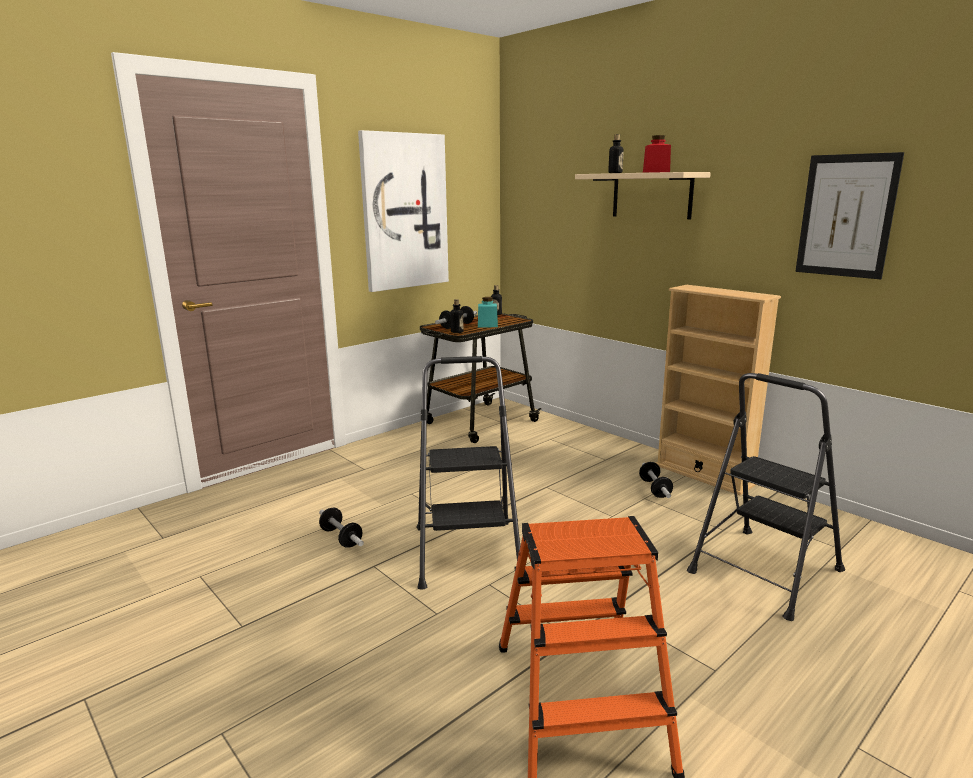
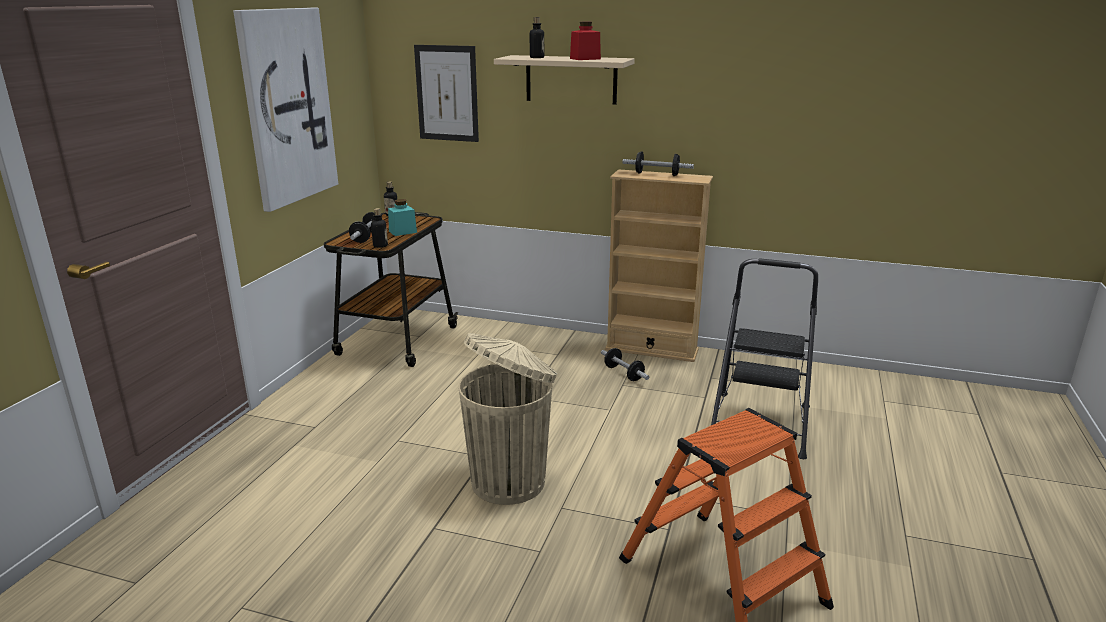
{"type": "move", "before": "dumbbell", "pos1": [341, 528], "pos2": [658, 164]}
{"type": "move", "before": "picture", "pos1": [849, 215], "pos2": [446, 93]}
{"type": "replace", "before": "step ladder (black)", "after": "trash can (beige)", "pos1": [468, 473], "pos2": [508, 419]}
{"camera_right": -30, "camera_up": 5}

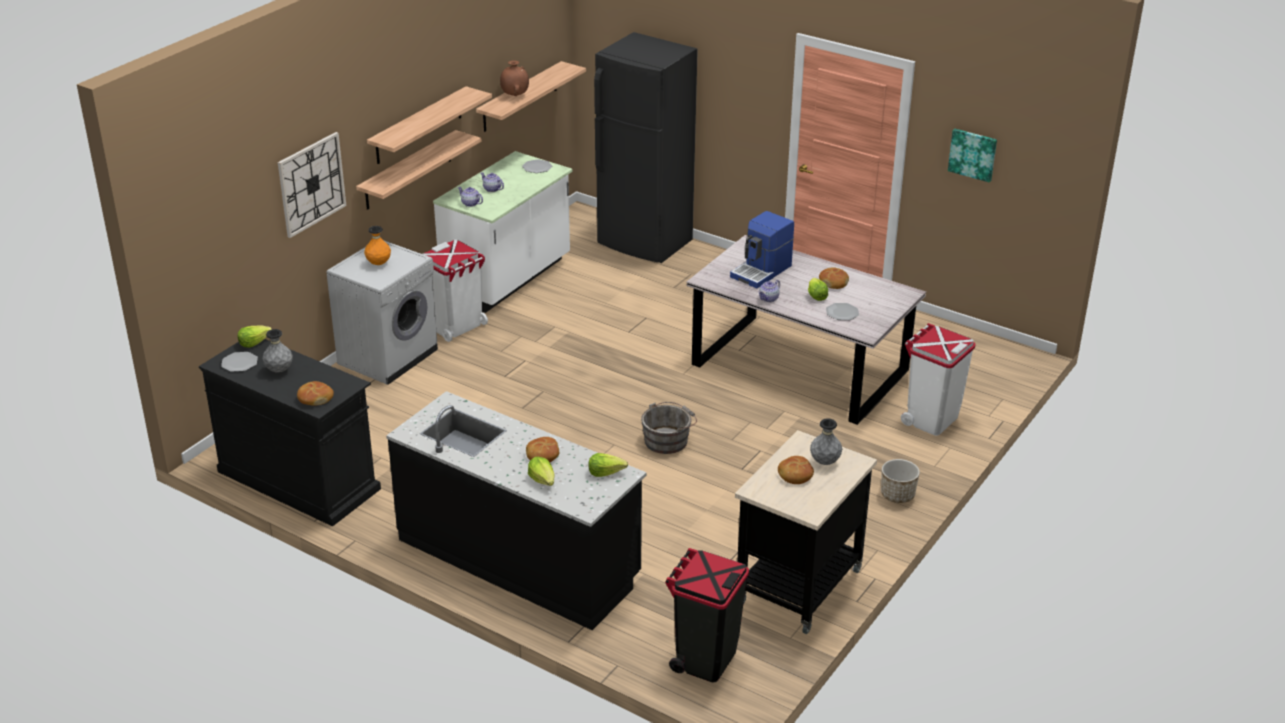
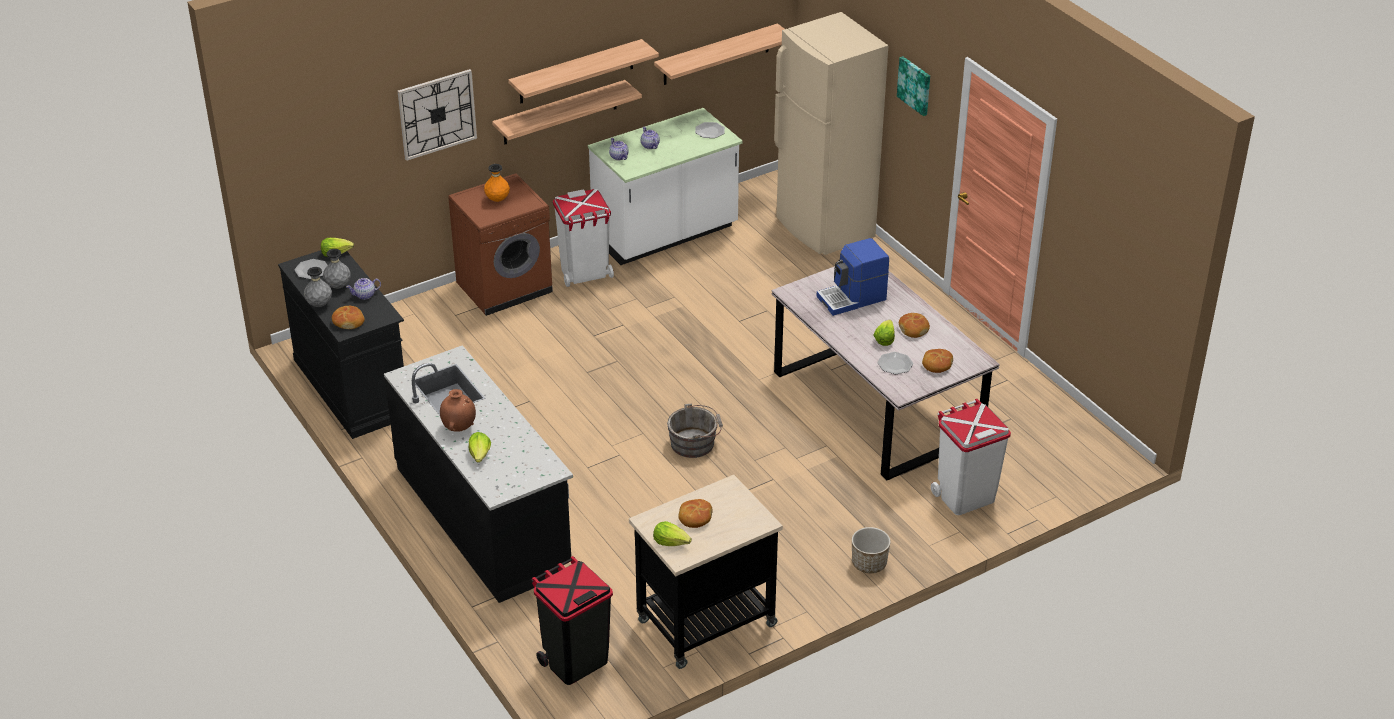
{"type": "move", "before": "vase (brown)", "pos1": [514, 78], "pos2": [458, 410]}
{"type": "move", "before": "bread", "pos1": [543, 449], "pos2": [937, 361]}
{"type": "move", "before": "lettuce", "pos1": [608, 465], "pos2": [672, 533]}
{"type": "move", "before": "teapot", "pos1": [769, 291], "pos2": [363, 289]}
{"type": "move", "before": "vase (grey)", "pos1": [826, 441], "pos2": [318, 287]}
{"type": "move", "before": "picture", "pos1": [972, 155], "pos2": [913, 86]}
{"type": "recolor", "before": "washing machine (white)", "after": "washing machine (brown)", "pos1": [382, 312], "pos2": [500, 245]}
{"type": "recolor", "before": "fridge (black)", "after": "fridge (beige)", "pos1": [646, 147], "pos2": [831, 133]}
{"camera_right": 25, "camera_up": 5}

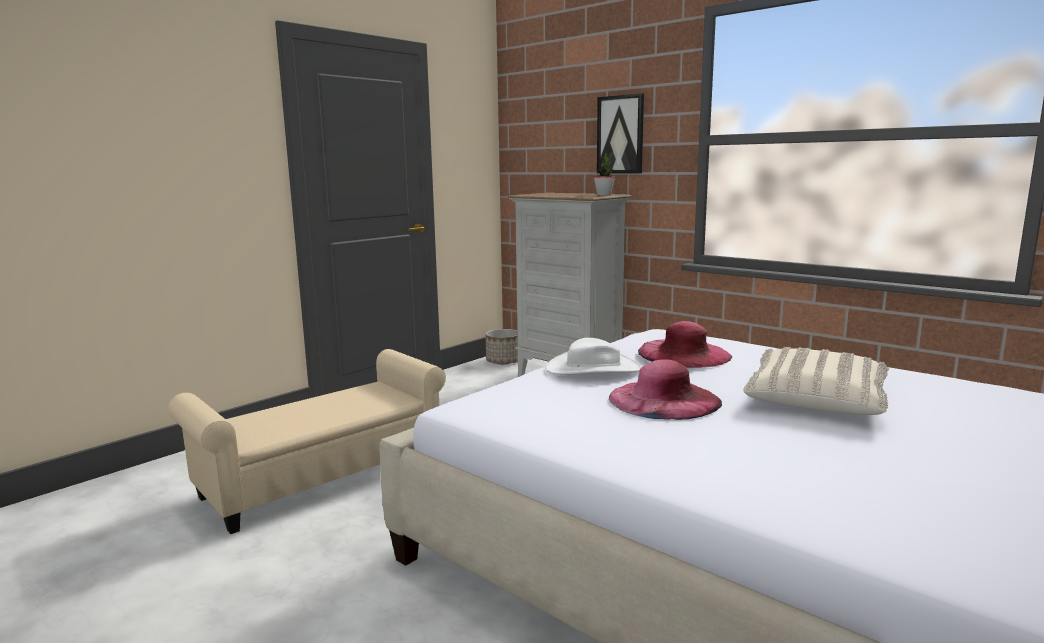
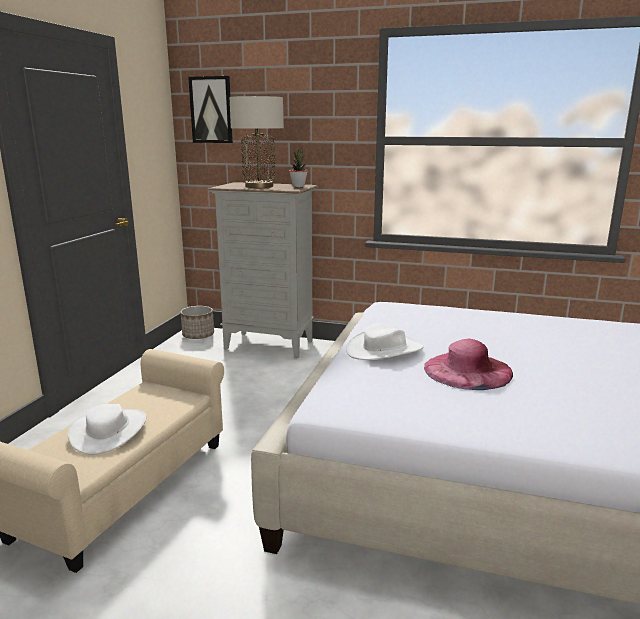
{"type": "delete", "before": "hat (pink)", "pos1": [685, 344]}
{"type": "delete", "before": "pillow (beige)", "pos1": [816, 381]}
{"type": "insert", "after": "hat (white)", "pos2": [107, 429]}
{"type": "insert", "after": "table lamp", "pos2": [257, 142]}
{"type": "move", "before": "picture", "pos1": [620, 133], "pos2": [210, 109]}
{"camera_right": -25, "camera_up": 5}

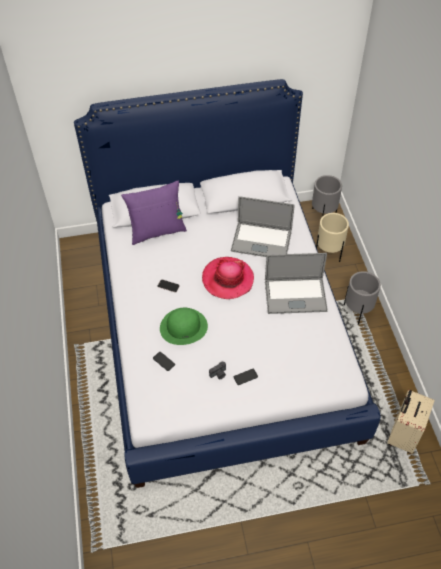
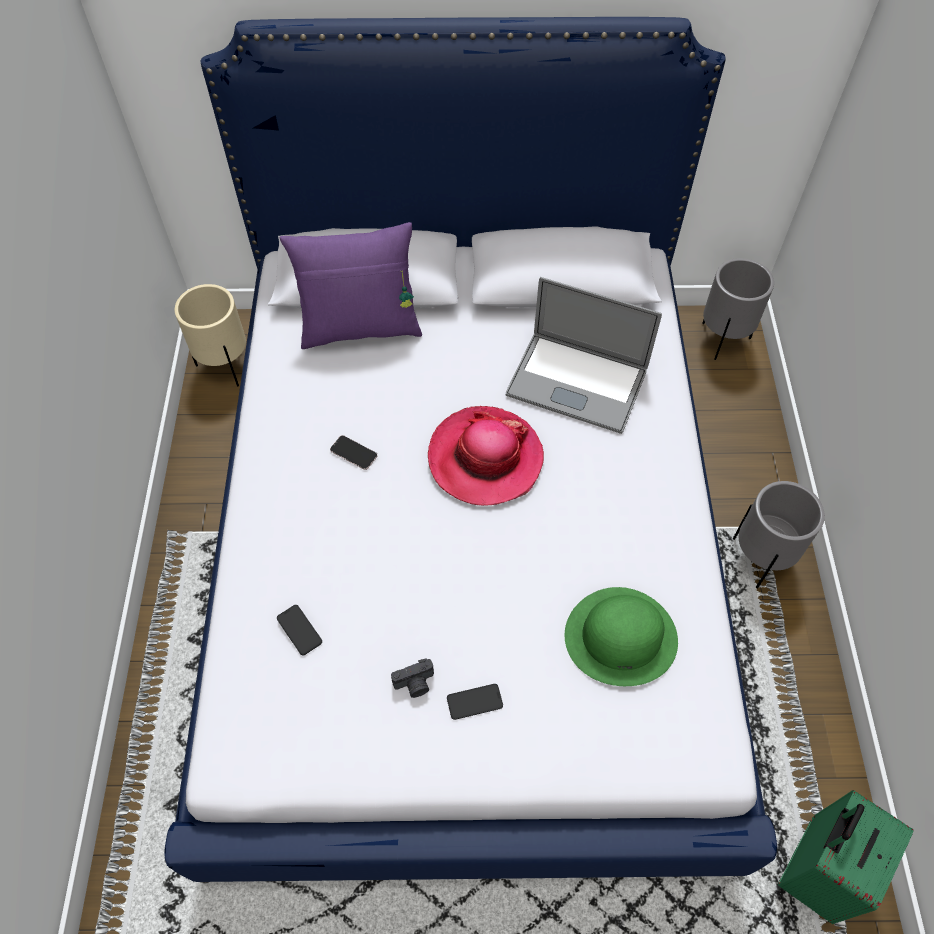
{"type": "delete", "before": "laptop", "pos1": [296, 283]}
{"type": "move", "before": "hat (green)", "pos1": [184, 326], "pos2": [621, 636]}
{"type": "move", "before": "planter (beige)", "pos1": [332, 237], "pos2": [210, 335]}
{"type": "recolor", "before": "suitcase (beige)", "after": "suitcase (green)", "pos1": [410, 421], "pos2": [846, 857]}
{"camera_right": 10, "camera_up": 5}

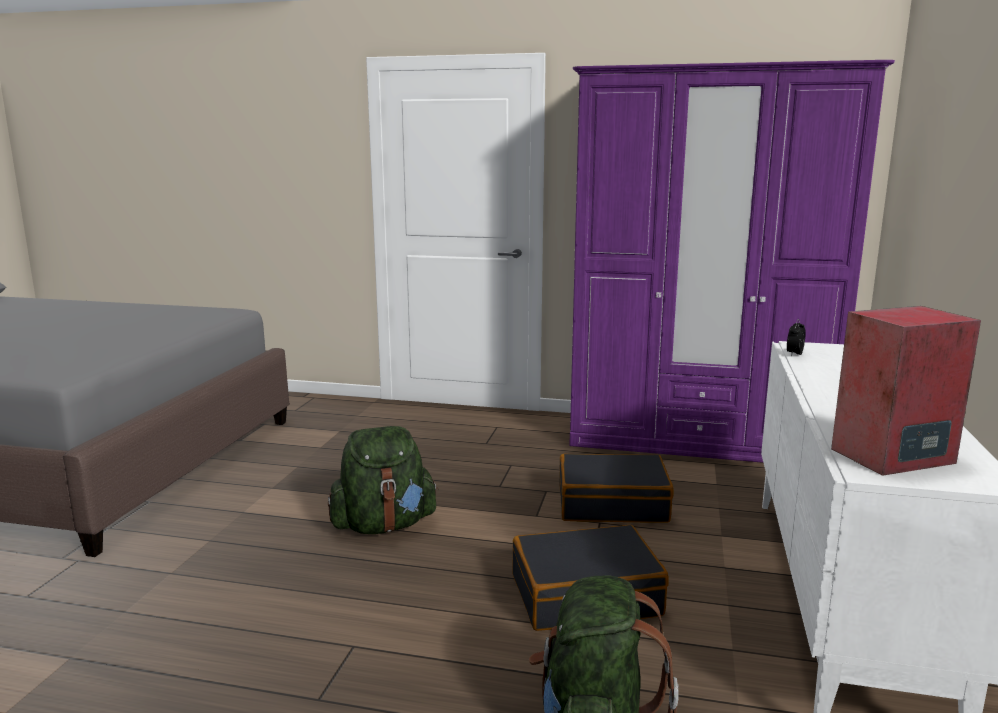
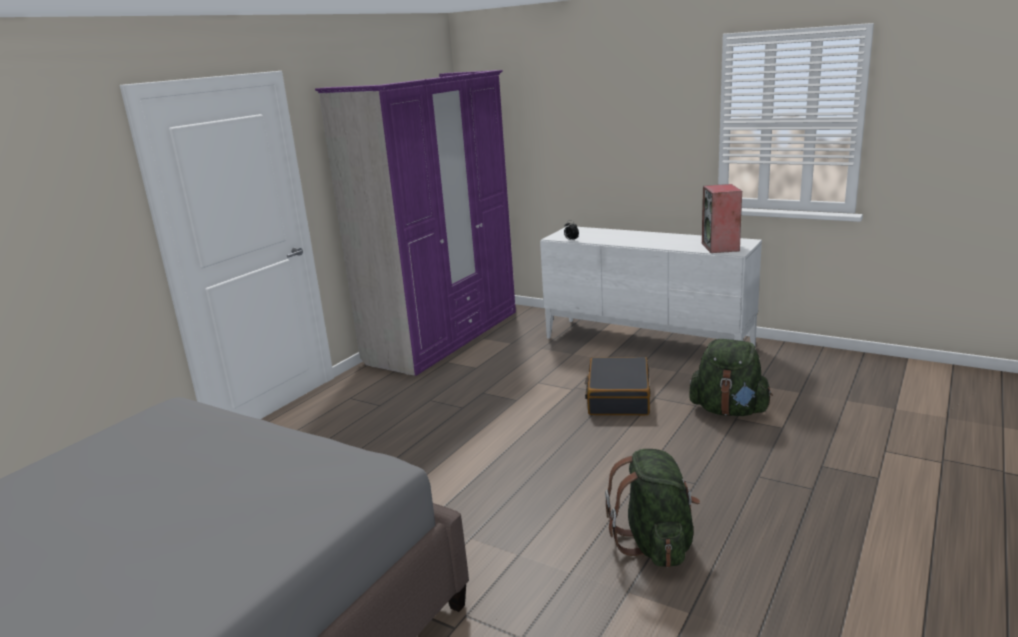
{"type": "delete", "before": "suitcase (black)", "pos1": [616, 488]}
{"type": "move", "before": "backpack (green)", "pos1": [383, 480], "pos2": [652, 508]}
{"camera_right": -70, "camera_up": 5}

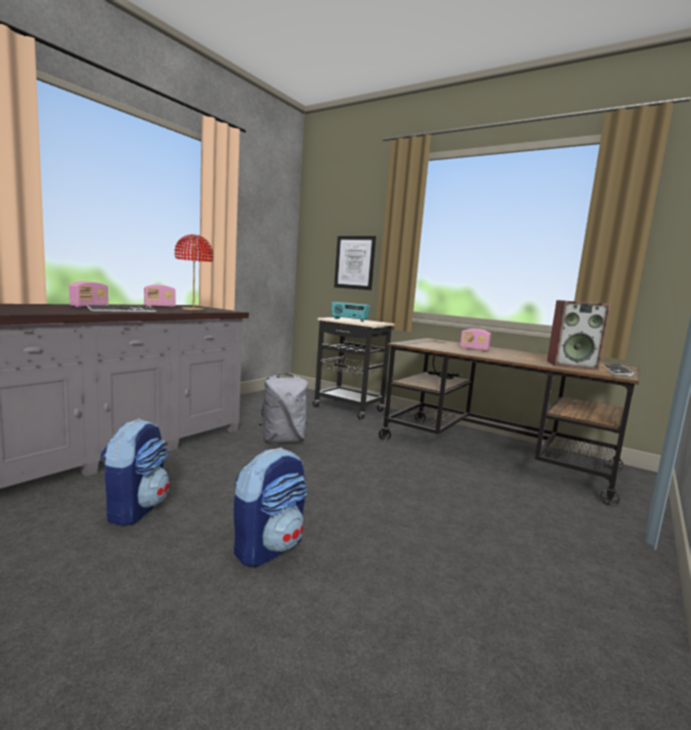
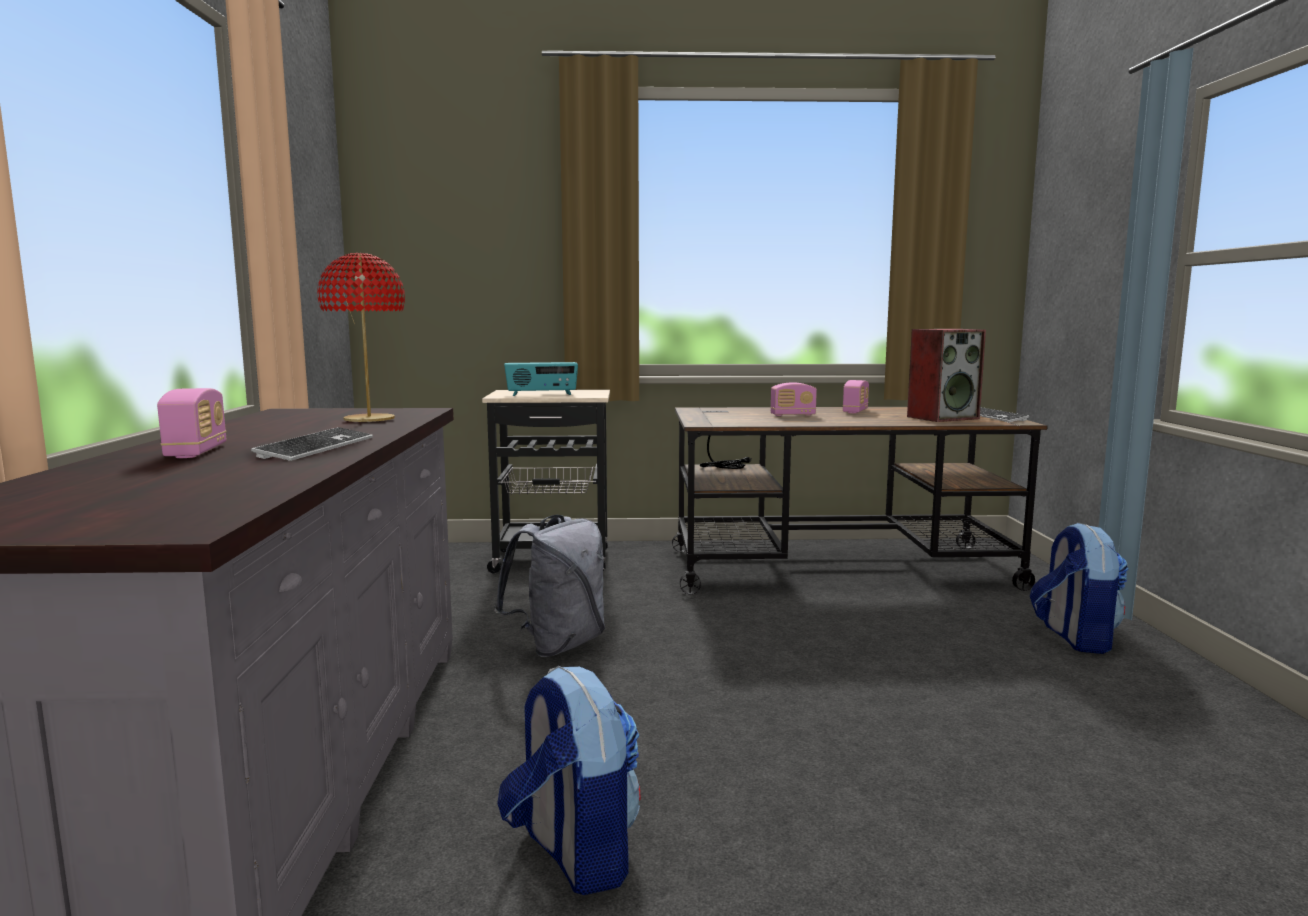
{"type": "delete", "before": "picture", "pos1": [355, 263]}
{"type": "move", "before": "radio", "pos1": [160, 296], "pos2": [856, 396]}
{"type": "move", "before": "backpack", "pos1": [270, 507], "pos2": [1079, 588]}
{"camera_right": -35, "camera_up": 0}

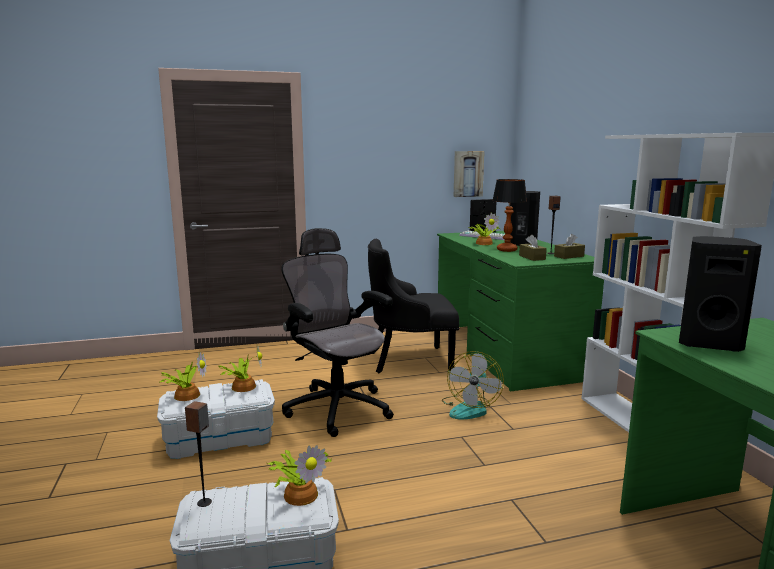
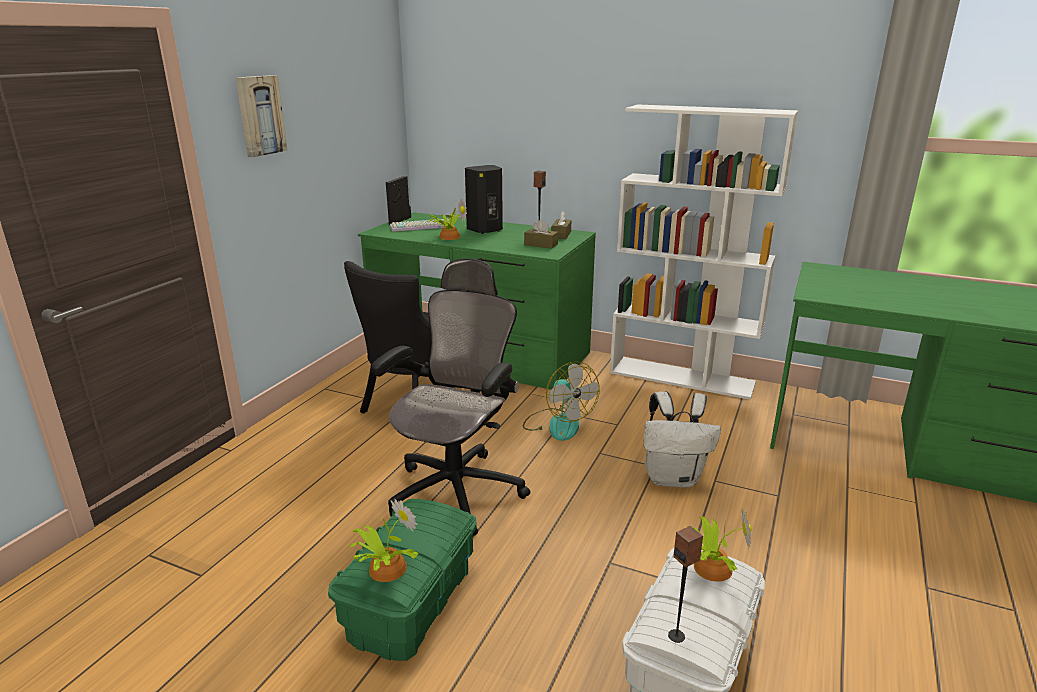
{"type": "delete", "before": "potted plant", "pos1": [240, 368]}
{"type": "delete", "before": "table lamp", "pos1": [509, 215]}
{"type": "delete", "before": "speaker (black)", "pos1": [720, 294]}
{"type": "insert", "after": "backpack (white)", "pos2": [682, 439]}
{"type": "move", "before": "picture", "pos1": [468, 174], "pos2": [261, 116]}
{"type": "recolor", "before": "storage box (white)", "after": "storage box (green)", "pos1": [216, 419], "pos2": [402, 580]}
{"type": "rotate", "before": "office chair", "pos1": [337, 332], "pos2": [451, 397], "turn": 105}
{"camera_right": -50, "camera_up": 10}

